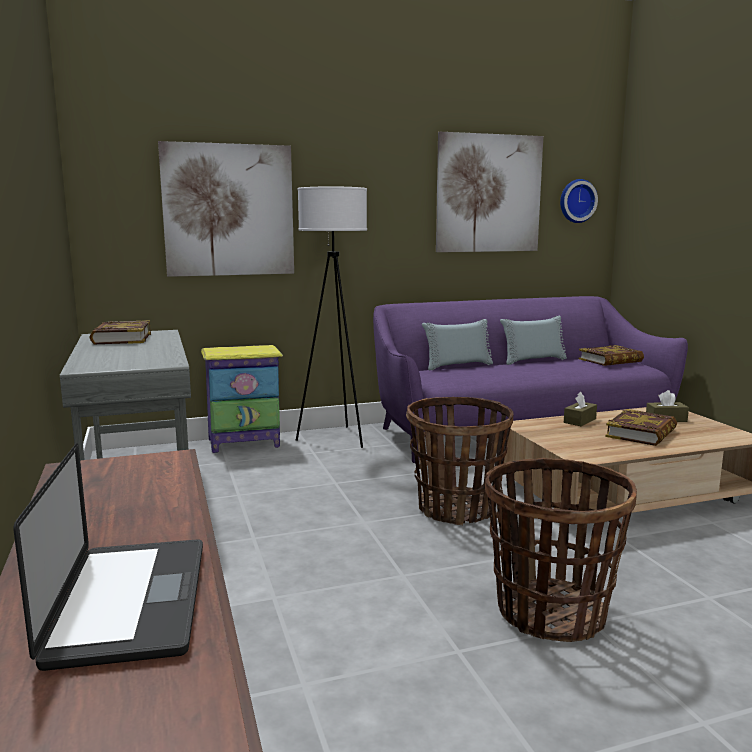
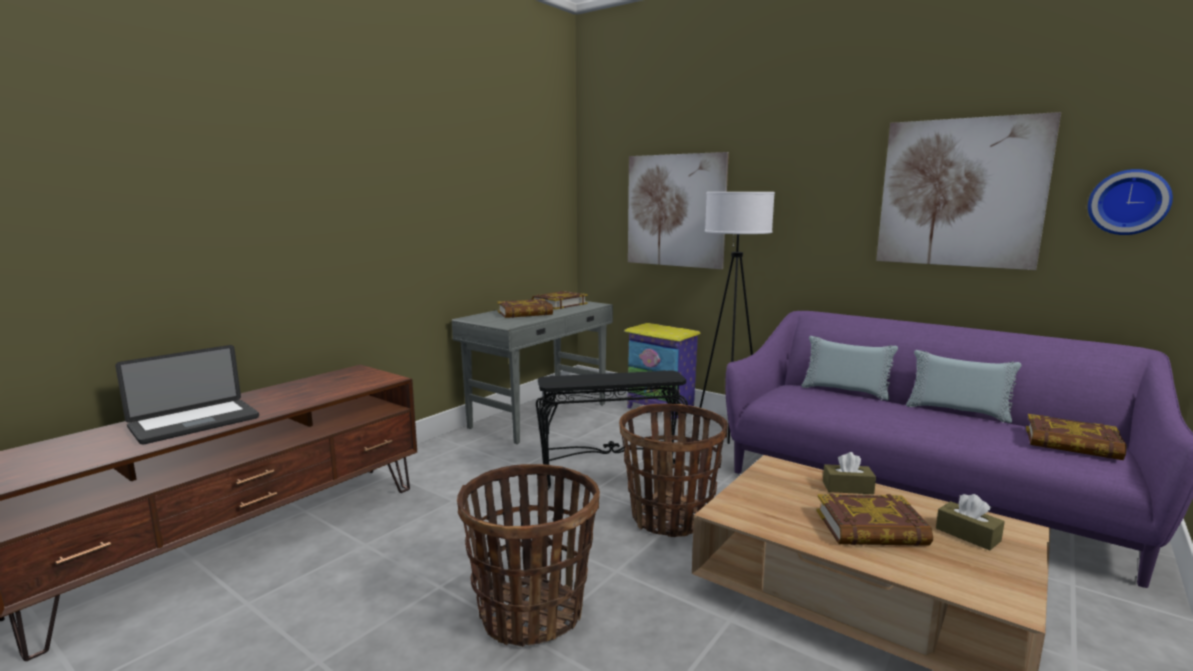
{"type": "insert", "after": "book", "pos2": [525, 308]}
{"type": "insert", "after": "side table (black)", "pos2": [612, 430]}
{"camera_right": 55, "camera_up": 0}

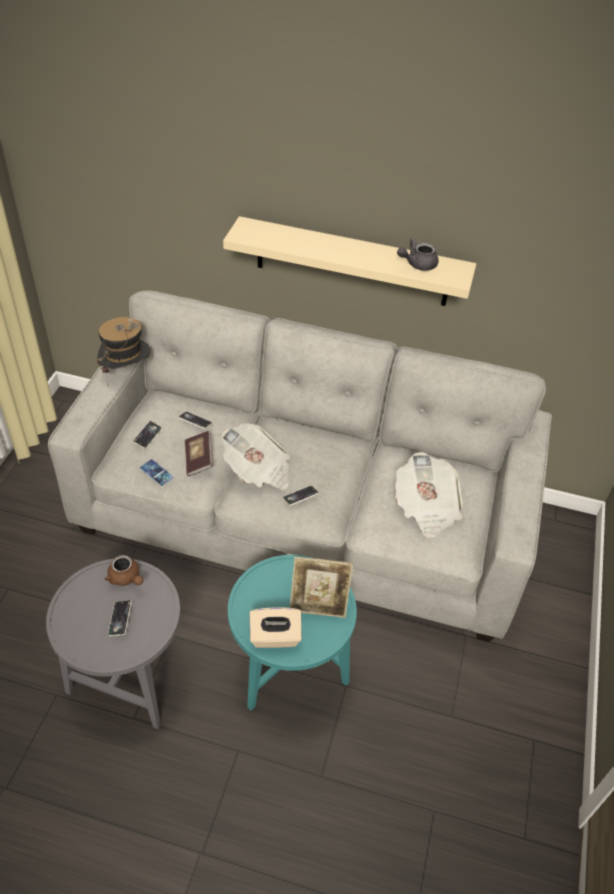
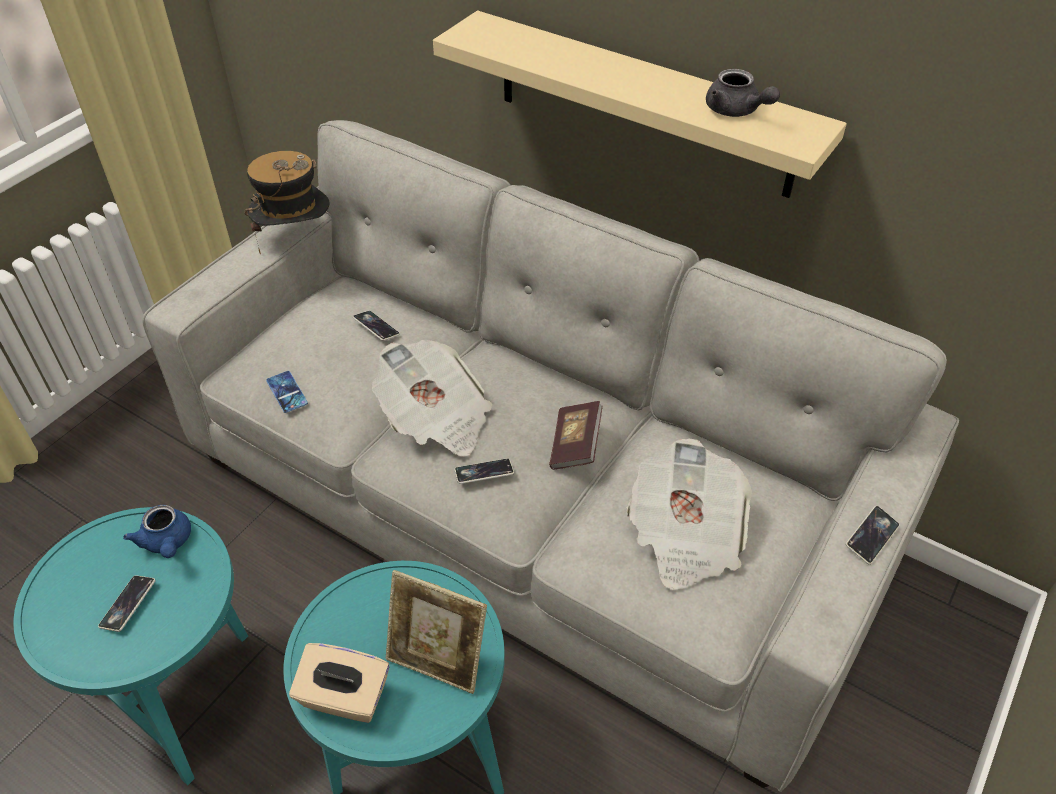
{"type": "move", "before": "phone", "pos1": [147, 435], "pos2": [873, 535]}
{"type": "move", "before": "book", "pos1": [199, 453], "pos2": [576, 435]}
{"type": "recolor", "before": "side table (grey)", "after": "side table (turquoise)", "pos1": [113, 644], "pos2": [130, 646]}
{"type": "recolor", "before": "teapot (brown)", "after": "teapot (blue)", "pos1": [124, 570], "pos2": [157, 531]}
{"type": "rotate", "before": "teapot (grey)", "pos1": [417, 254], "pos2": [743, 93], "turn": -120}
{"camera_right": 20, "camera_up": 0}

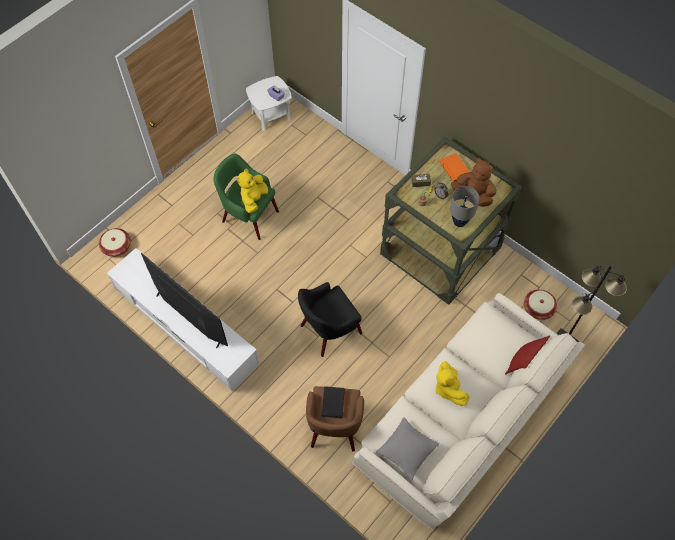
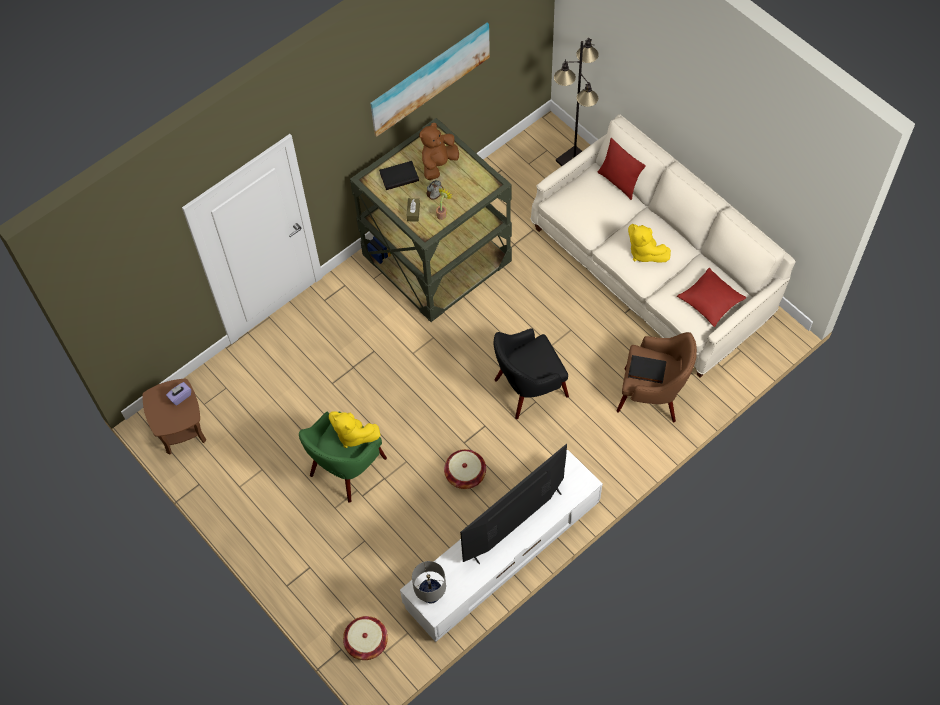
{"type": "insert", "after": "picture", "pos2": [430, 80]}
{"type": "move", "before": "table lamp (grey)", "pos1": [464, 206], "pos2": [429, 582]}
{"type": "move", "before": "basket", "pos1": [540, 304], "pos2": [465, 469]}
{"type": "recolor", "before": "side table (white)", "after": "side table (brown)", "pos1": [269, 103], "pos2": [174, 417]}
{"type": "recolor", "before": "pillow (grey)", "after": "pillow (red)", "pos1": [407, 448], "pos2": [712, 297]}
{"type": "recolor", "before": "book (orange)", "after": "book (black)", "pos1": [454, 167], "pos2": [399, 175]}
{"type": "rotate", "before": "armchair (black)", "pos1": [330, 319], "pos2": [531, 373], "turn": 90}
{"type": "rotate", "before": "plush toy (yellow)", "pos1": [452, 383], "pos2": [649, 243], "turn": 60}
{"camera_right": -80, "camera_up": 0}

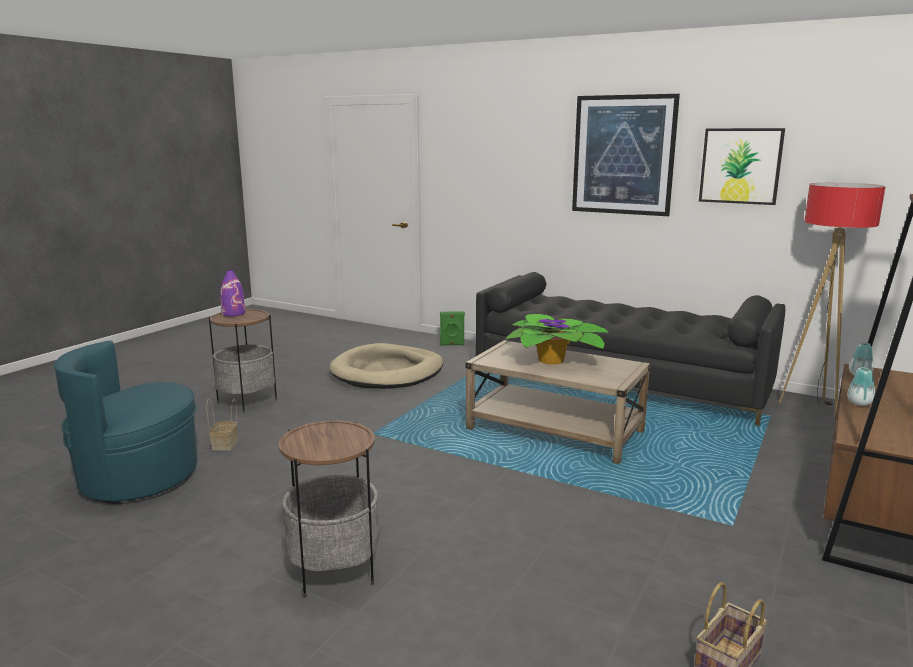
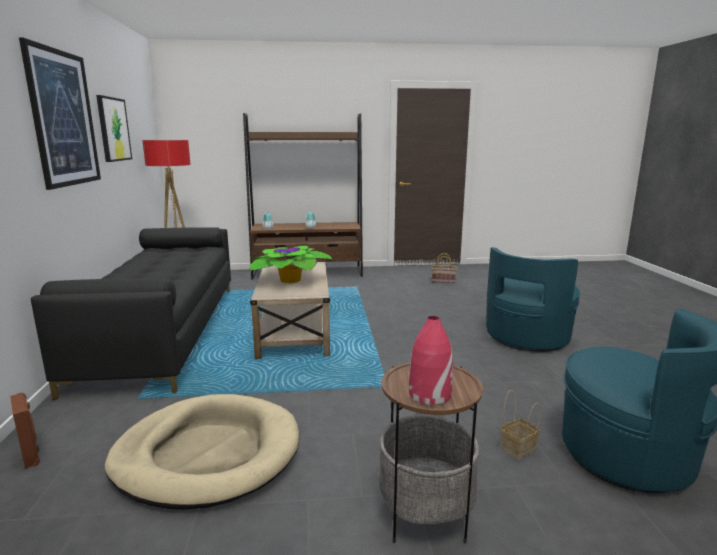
{"type": "replace", "before": "side table", "after": "armchair (turquoise)", "pos1": [329, 509], "pos2": [533, 299]}
{"type": "recolor", "before": "vase (purple)", "after": "vase (red)", "pos1": [233, 293], "pos2": [431, 360]}
{"type": "recolor", "before": "speaker (green)", "after": "speaker (brown)", "pos1": [452, 328], "pos2": [25, 430]}
{"camera_right": -125, "camera_up": 0}

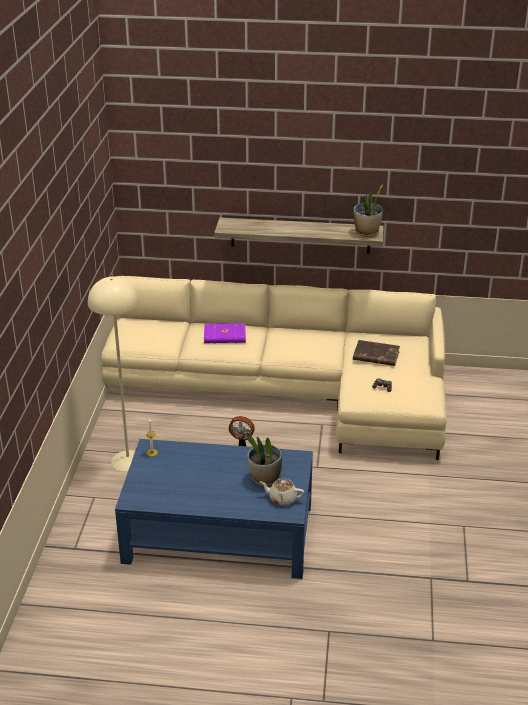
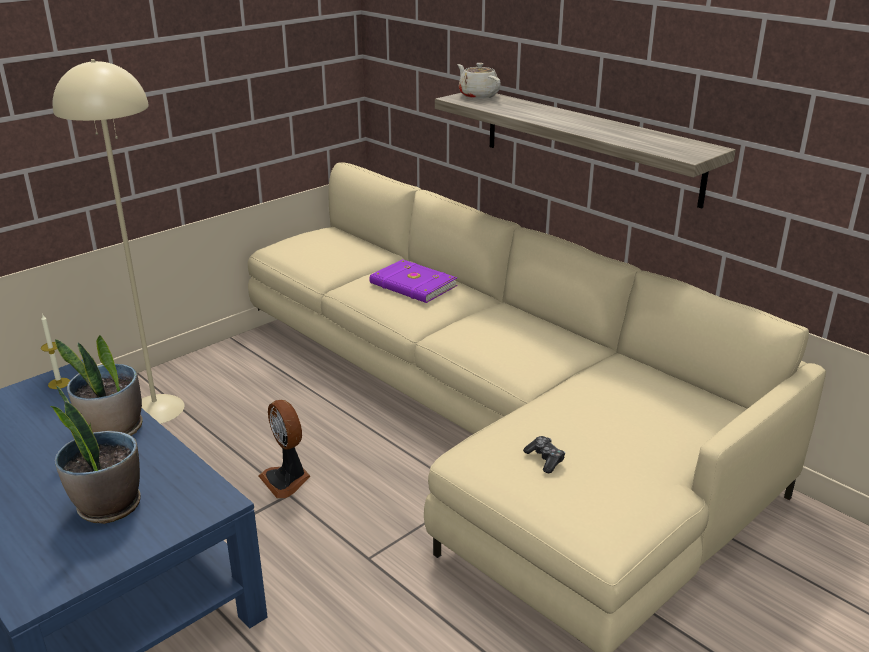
{"type": "delete", "before": "book (brown)", "pos1": [376, 353]}
{"type": "move", "before": "teapot (beige)", "pos1": [282, 492], "pos2": [479, 81]}
{"type": "move", "before": "potted plant", "pos1": [368, 210], "pos2": [99, 385]}
{"camera_right": 40, "camera_up": -5}

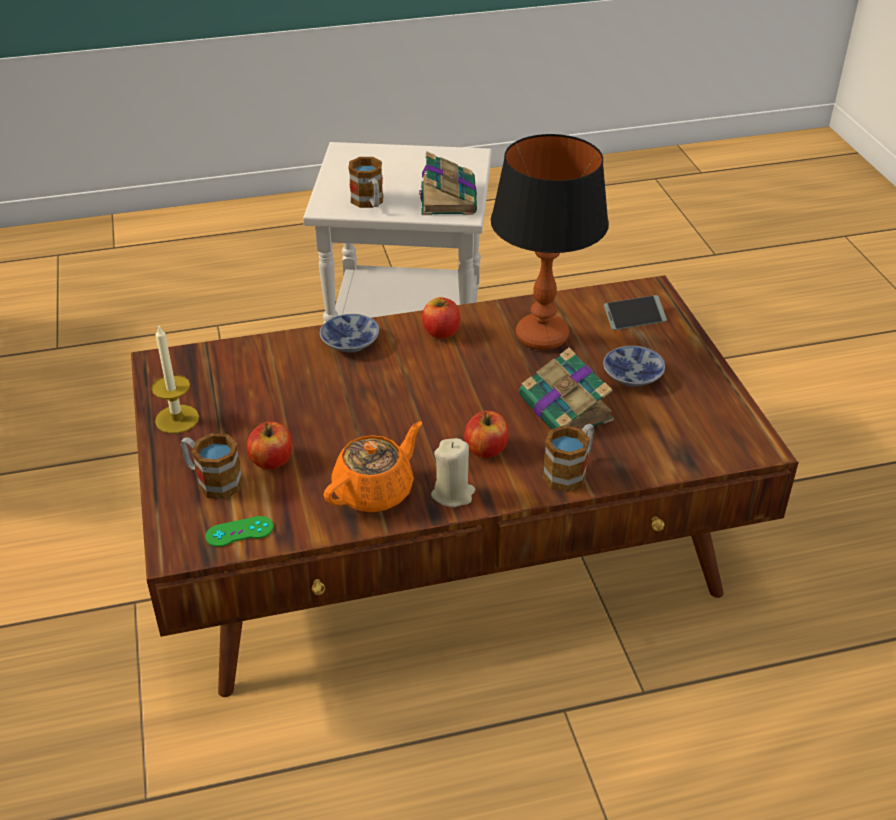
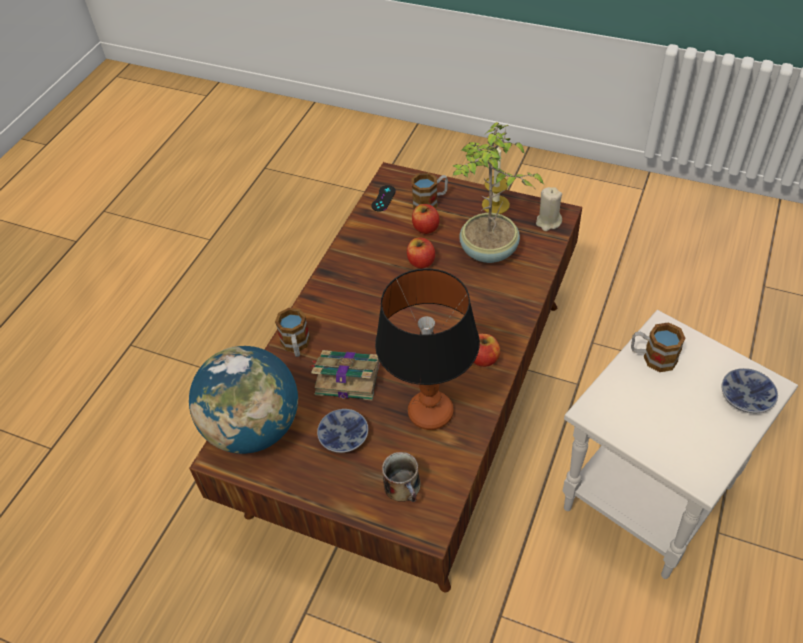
{"type": "delete", "before": "teapot (orange)", "pos1": [372, 467]}
{"type": "delete", "before": "book", "pos1": [448, 183]}
{"type": "insert", "after": "globe", "pos2": [243, 400]}
{"type": "insert", "after": "potted plant", "pos2": [498, 192]}
{"type": "move", "before": "bowl", "pos1": [349, 333], "pos2": [750, 390]}
{"type": "move", "before": "candle (beige)", "pos1": [453, 472], "pos2": [549, 209]}
{"type": "move", "before": "apple", "pos1": [486, 434], "pos2": [421, 253]}
{"type": "replace", "before": "phone", "after": "mug", "pos1": [635, 312], "pos2": [401, 477]}
{"type": "recolor", "before": "game controller (green)", "after": "game controller (black)", "pos1": [239, 531], "pos2": [383, 198]}
{"camera_right": 130, "camera_up": 10}

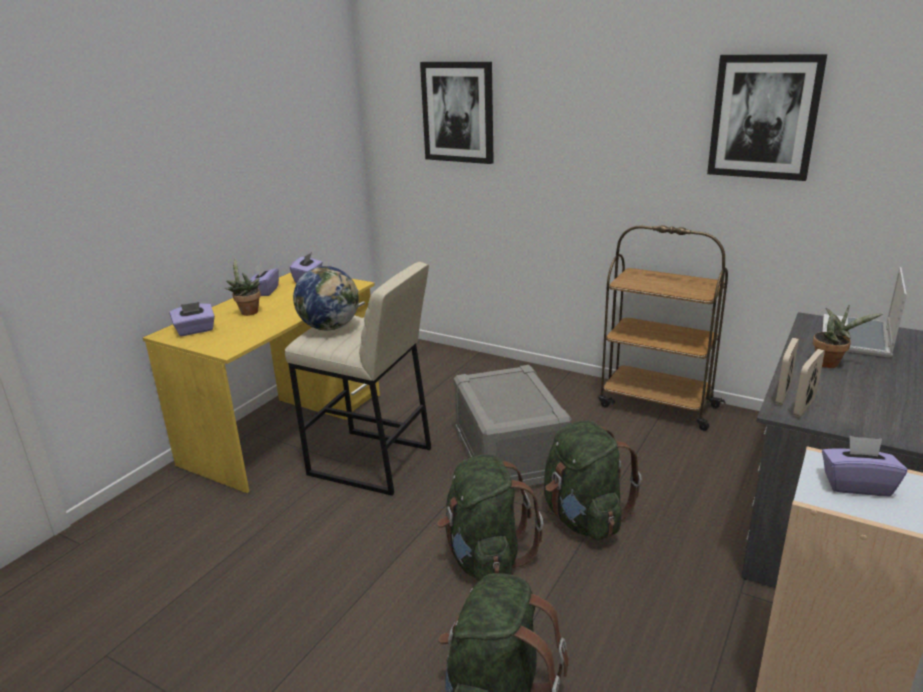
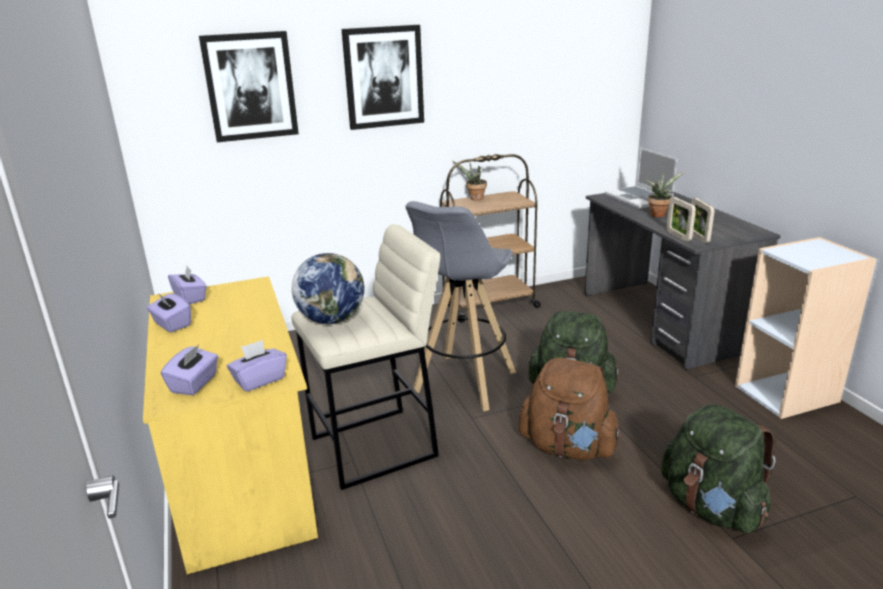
{"type": "move", "before": "potted plant", "pos1": [243, 287], "pos2": [470, 181]}
{"type": "move", "before": "picture", "pos1": [767, 117], "pos2": [383, 77]}
{"type": "move", "before": "tissue box (purple)", "pos1": [864, 466], "pos2": [257, 366]}
{"type": "replace", "before": "storage box (grey)", "after": "stool (grey)", "pos1": [513, 427], "pos2": [460, 306]}
{"type": "recolor", "before": "backpack (green)", "after": "backpack (brown)", "pos1": [490, 517], "pos2": [570, 409]}
{"camera_right": -50, "camera_up": 0}

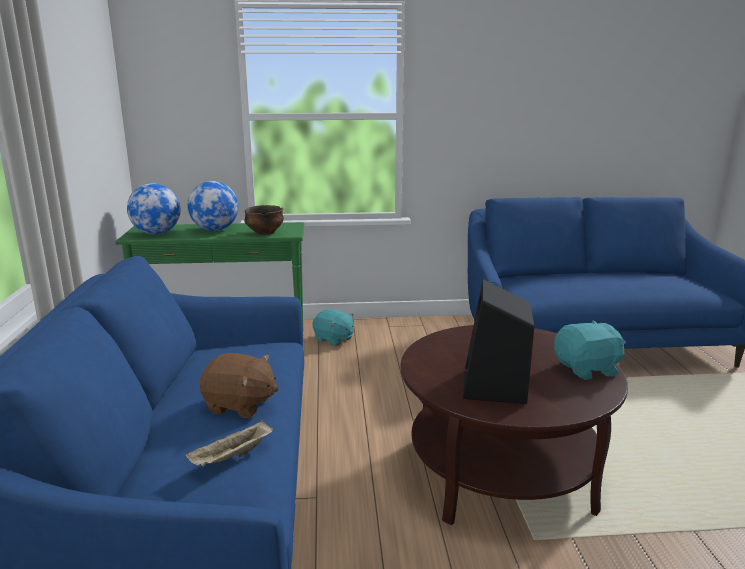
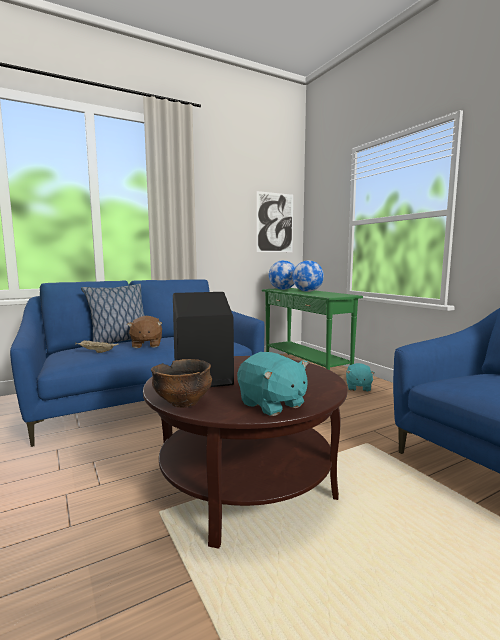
{"type": "insert", "after": "pillow", "pos2": [113, 313]}
{"type": "insert", "after": "picture", "pos2": [275, 221]}
{"type": "move", "before": "bowl", "pos1": [264, 220], "pos2": [181, 383]}
{"camera_right": 65, "camera_up": -10}

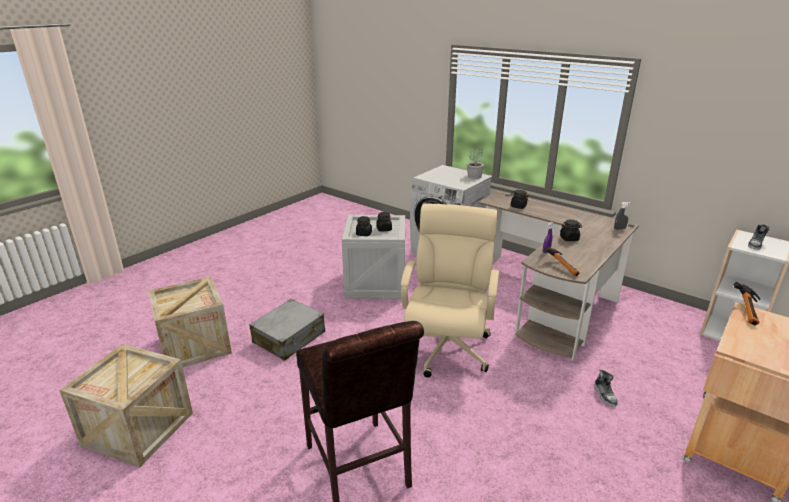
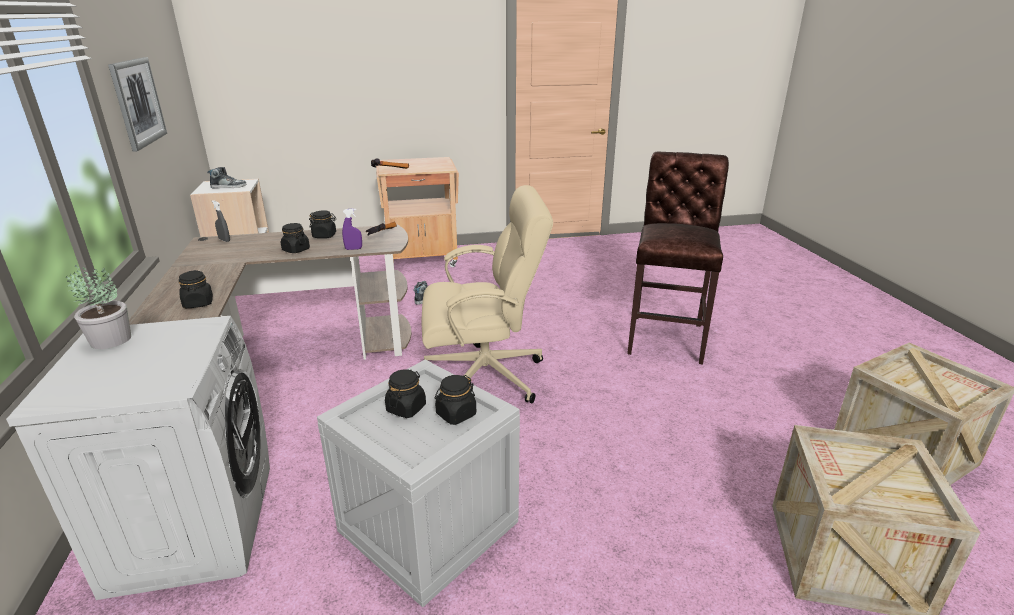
{"type": "delete", "before": "suitcase (grey)", "pos1": [287, 330]}
{"type": "insert", "after": "picture", "pos2": [137, 104]}
{"type": "insert", "after": "jar (black)", "pos2": [322, 224]}
{"type": "rotate", "before": "office chair (beige)", "pos1": [450, 290], "pos2": [487, 294], "turn": -150}
{"camera_right": -140, "camera_up": 0}

